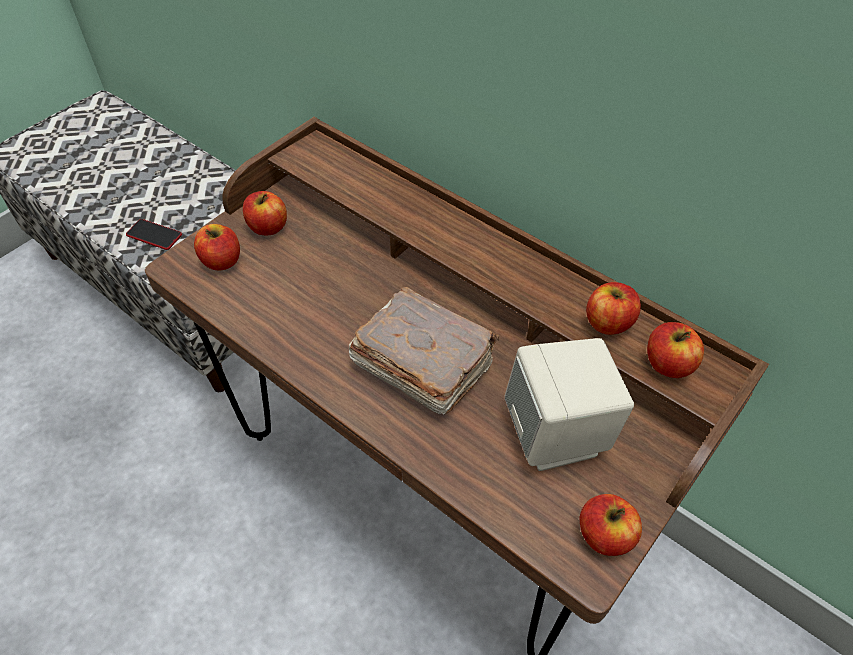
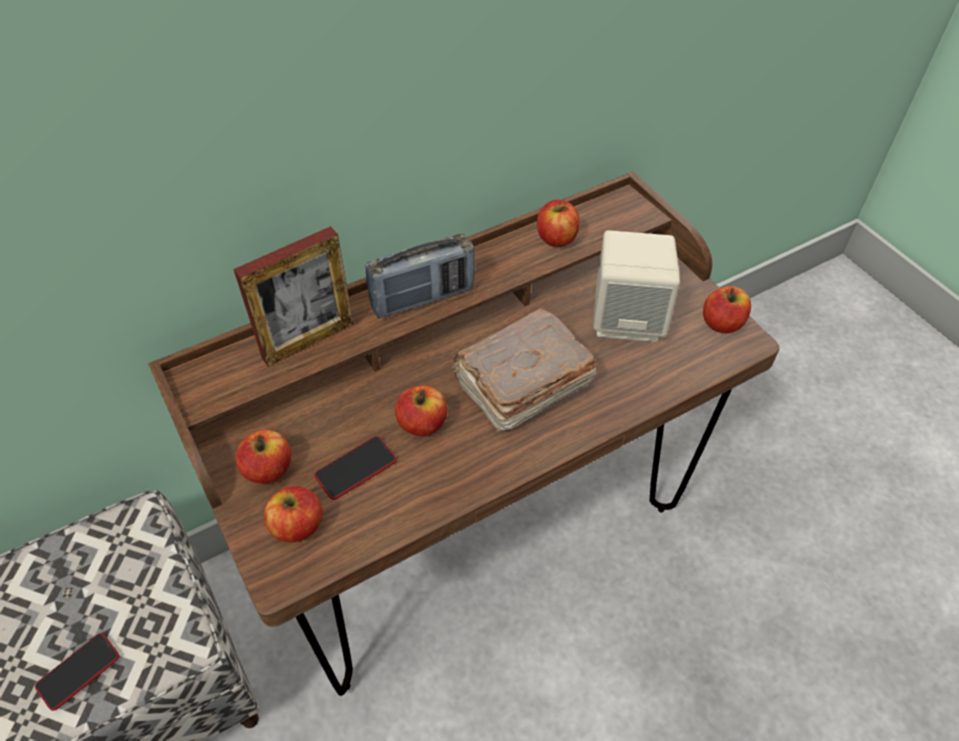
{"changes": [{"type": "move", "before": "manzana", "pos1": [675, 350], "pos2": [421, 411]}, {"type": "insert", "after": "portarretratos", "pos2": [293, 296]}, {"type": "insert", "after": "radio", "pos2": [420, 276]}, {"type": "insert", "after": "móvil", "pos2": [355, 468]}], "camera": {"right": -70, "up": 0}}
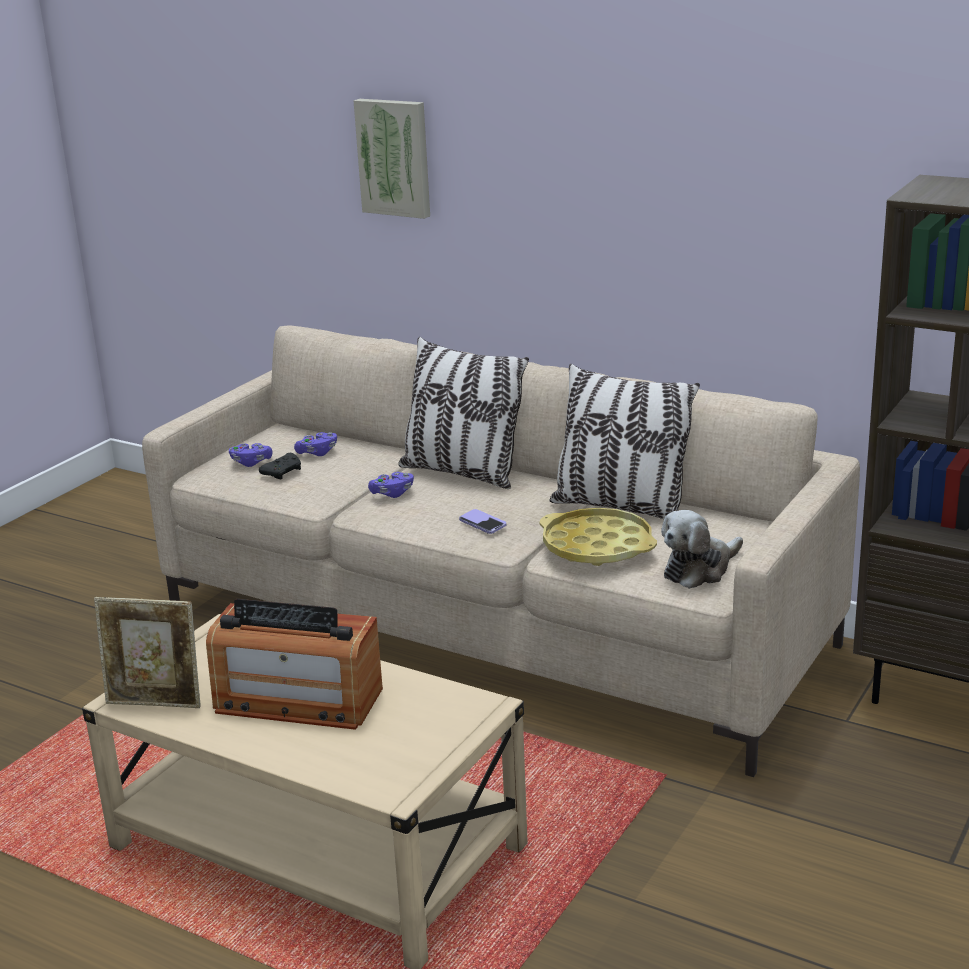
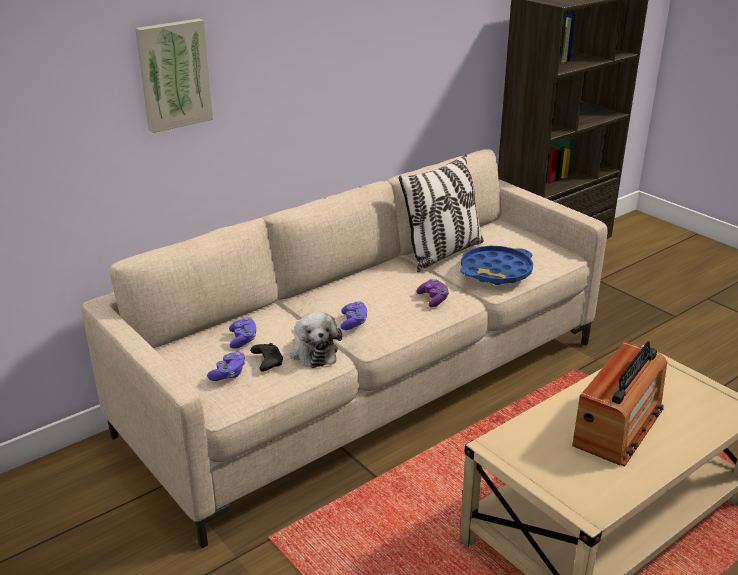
{"changes": [{"type": "delete", "before": "cojín", "pos1": [463, 413]}, {"type": "recolor", "before": "bandeja (amarillo)", "after": "bandeja (azul)", "pos1": [598, 537], "pos2": [496, 265]}, {"type": "replace", "before": "móvil", "after": "mando de consola (morado)", "pos1": [482, 521], "pos2": [433, 293]}, {"type": "move", "before": "peluche", "pos1": [702, 549], "pos2": [316, 340]}, {"type": "delete", "before": "portarretratos", "pos1": [147, 652]}], "camera": {"right": -70, "up": 5}}
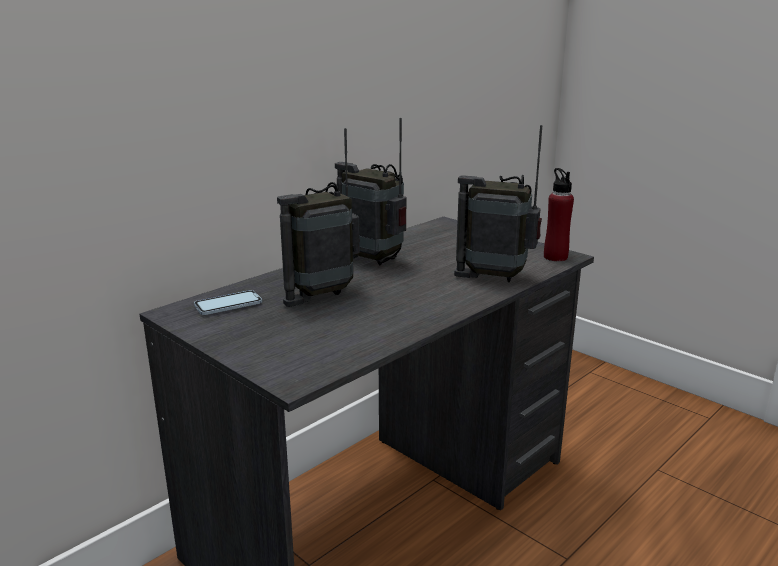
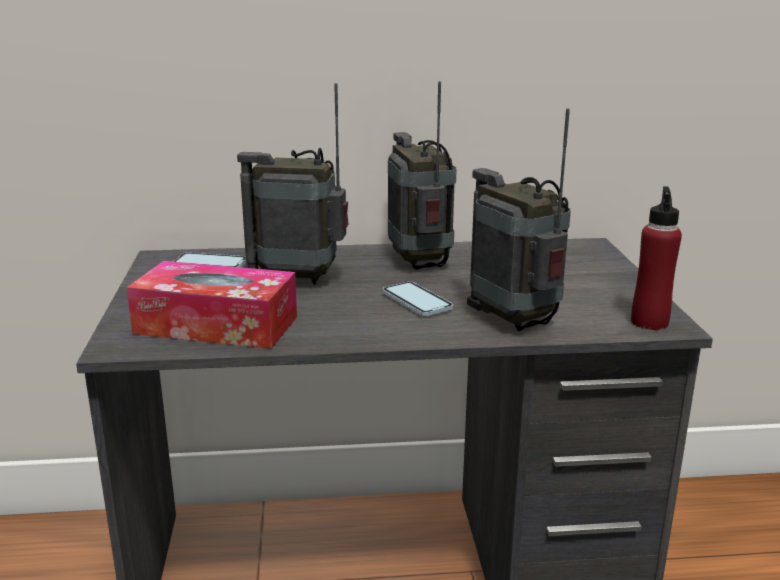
{"changes": [{"type": "insert", "after": "caja de pañuelos", "pos2": [211, 305]}, {"type": "insert", "after": "móvil", "pos2": [417, 298]}], "camera": {"right": 40, "up": 0}}
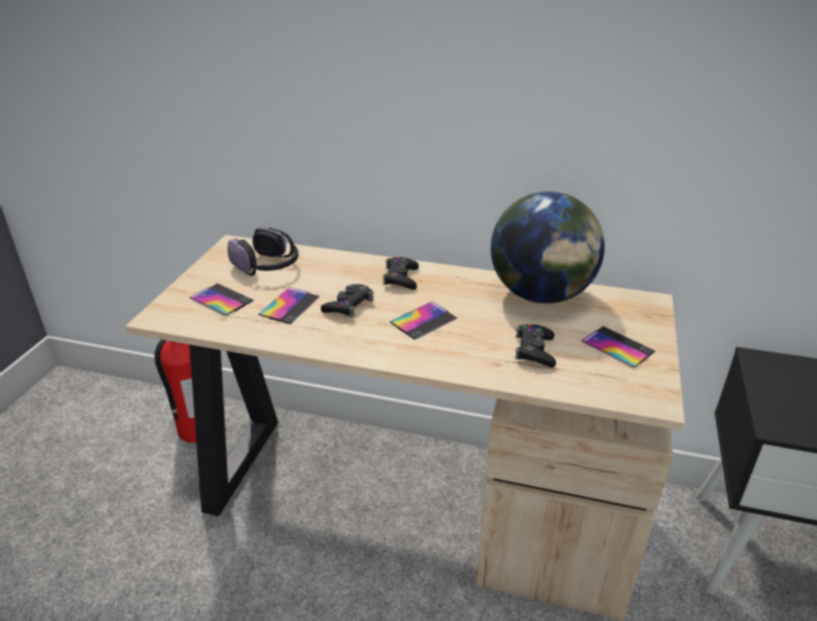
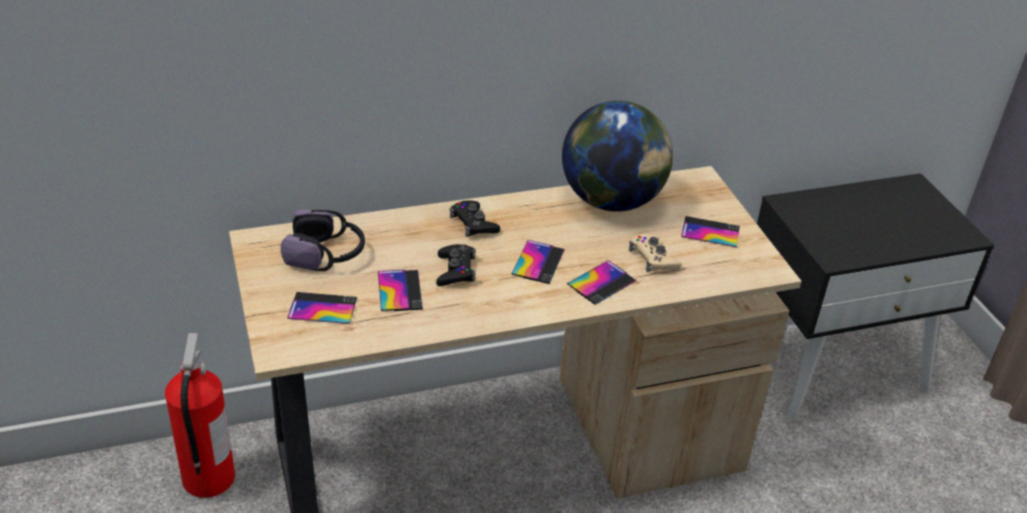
{"changes": [{"type": "recolor", "before": "mando de consola (negro)", "after": "mando de consola (beis)", "pos1": [535, 345], "pos2": [655, 253]}, {"type": "insert", "after": "móvil", "pos2": [601, 282]}], "camera": {"right": -35, "up": 5}}
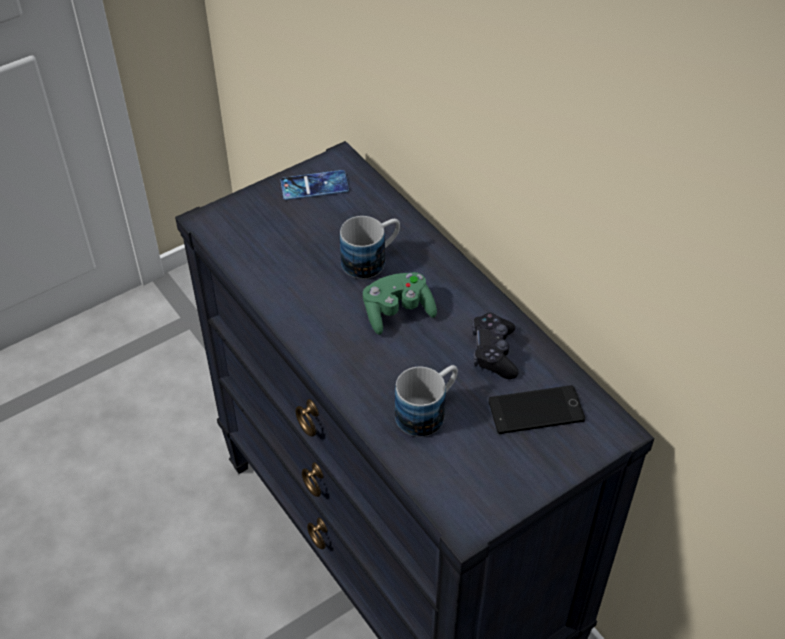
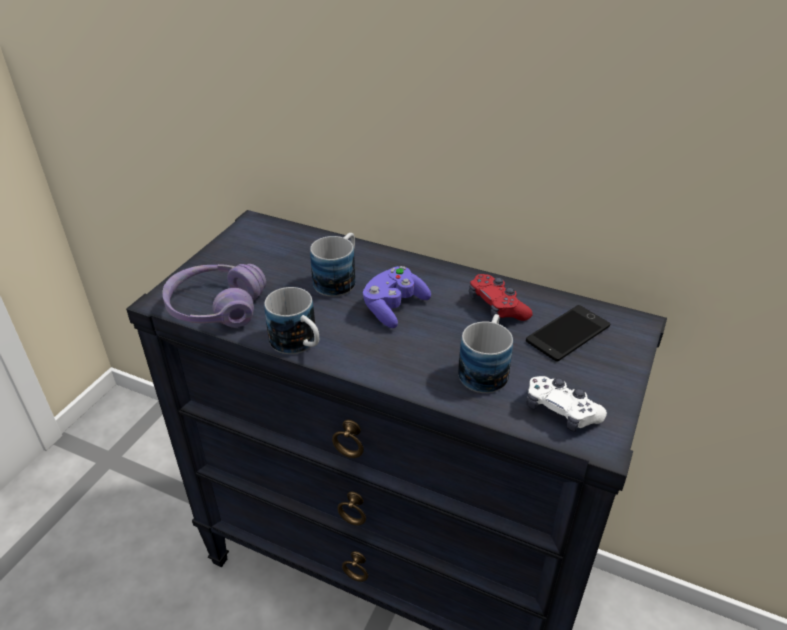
{"changes": [{"type": "delete", "before": "móvil", "pos1": [315, 185]}, {"type": "recolor", "before": "mando de consola (verde)", "after": "mando de consola (morado)", "pos1": [400, 303], "pos2": [397, 297]}, {"type": "recolor", "before": "mando de consola (negro)", "after": "mando de consola (rojo)", "pos1": [495, 346], "pos2": [501, 297]}, {"type": "insert", "after": "auriculares (morado)", "pos2": [214, 296]}, {"type": "insert", "after": "taza grande", "pos2": [291, 320]}, {"type": "insert", "after": "mando de consola (blanco)", "pos2": [567, 404]}], "camera": {"right": -30, "up": -10}}
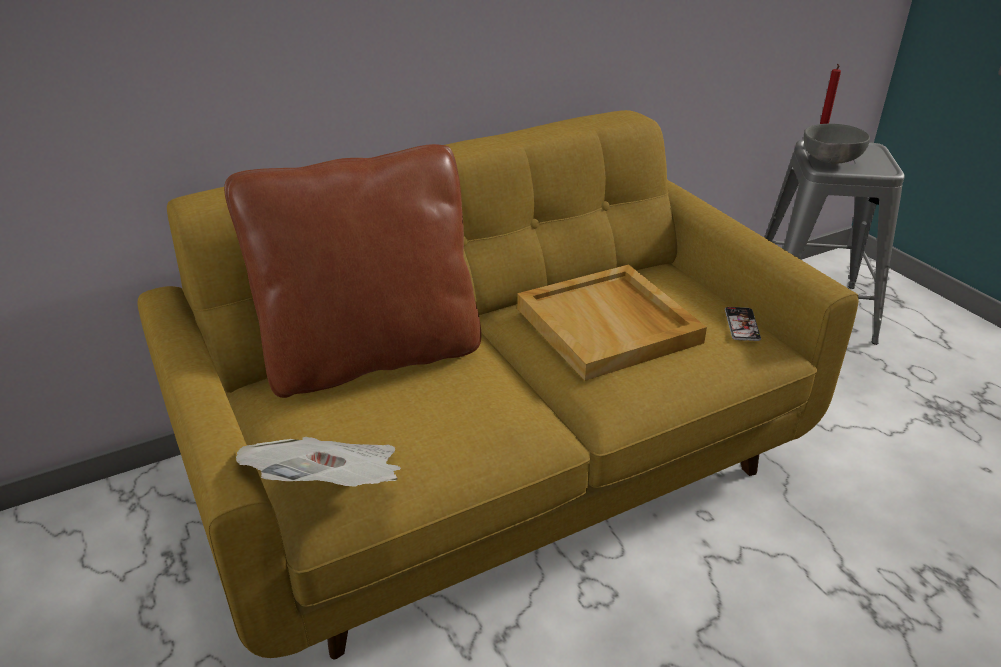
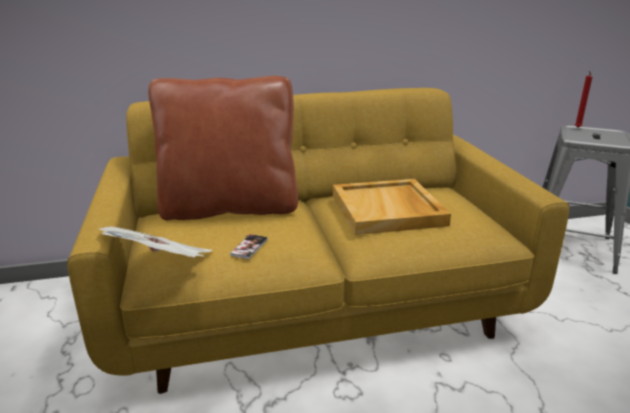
{"changes": [{"type": "delete", "before": "cuenco (gris)", "pos1": [837, 144]}, {"type": "move", "before": "móvil", "pos1": [743, 324], "pos2": [249, 246]}], "camera": {"right": 15, "up": -10}}
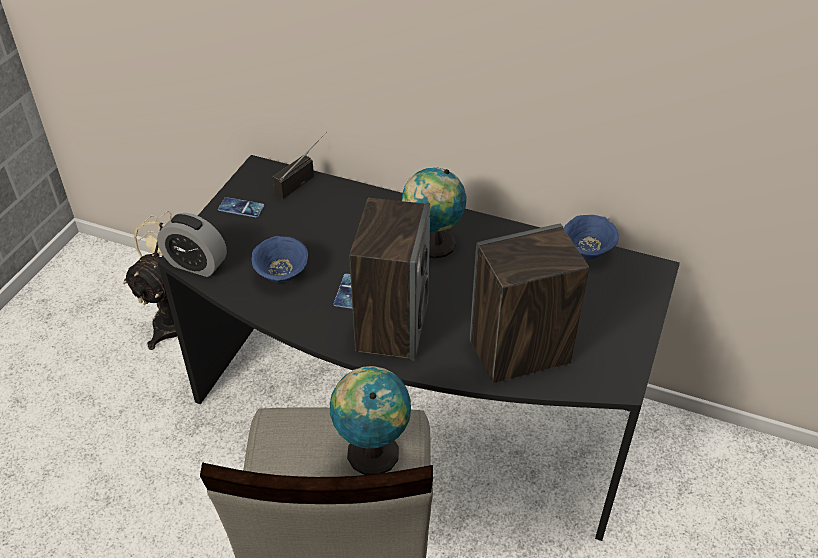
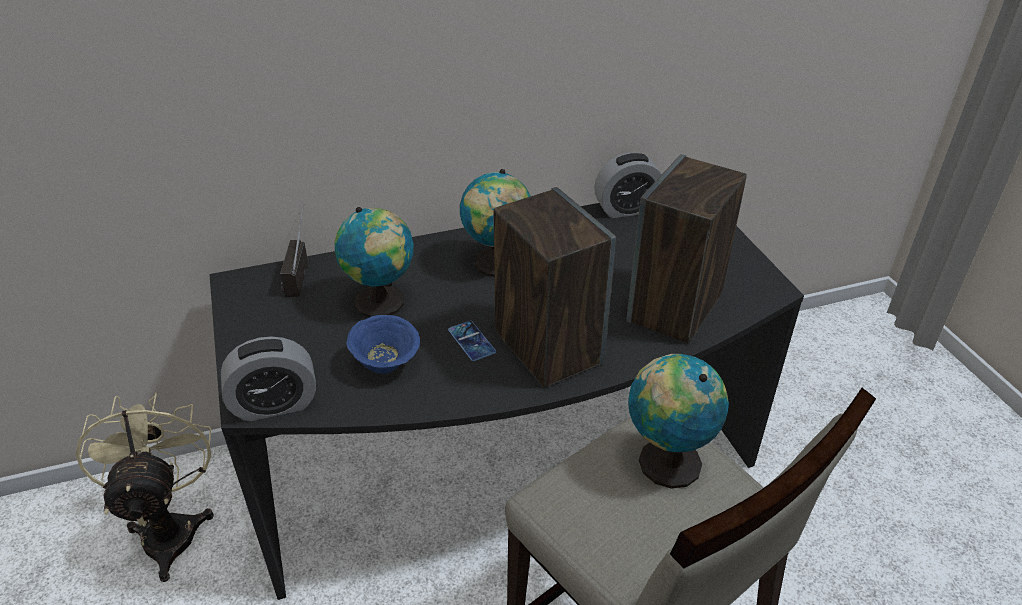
{"changes": [{"type": "delete", "before": "móvil", "pos1": [241, 207]}, {"type": "replace", "before": "cuenco (azul)", "after": "despertador", "pos1": [591, 237], "pos2": [628, 185]}, {"type": "insert", "after": "globo terráqueo", "pos2": [374, 262]}], "camera": {"right": -40, "up": -5}}
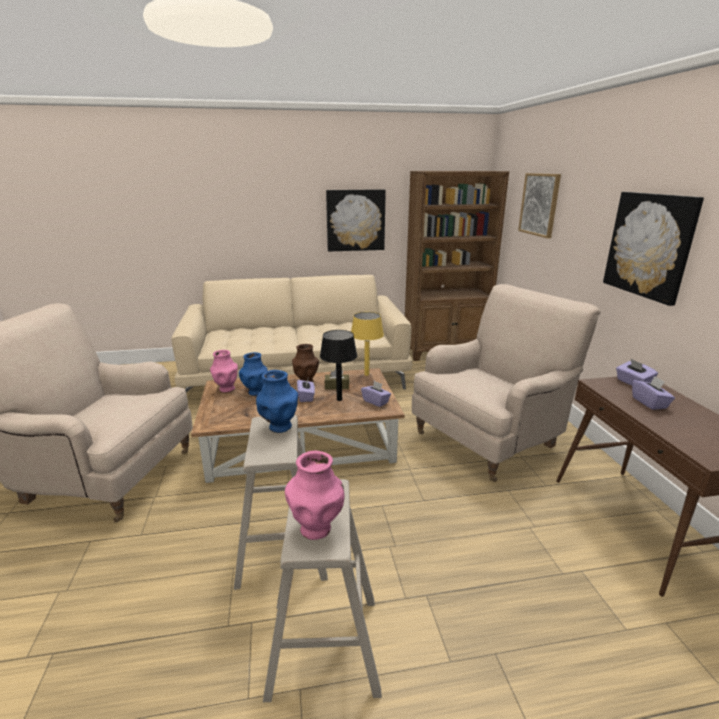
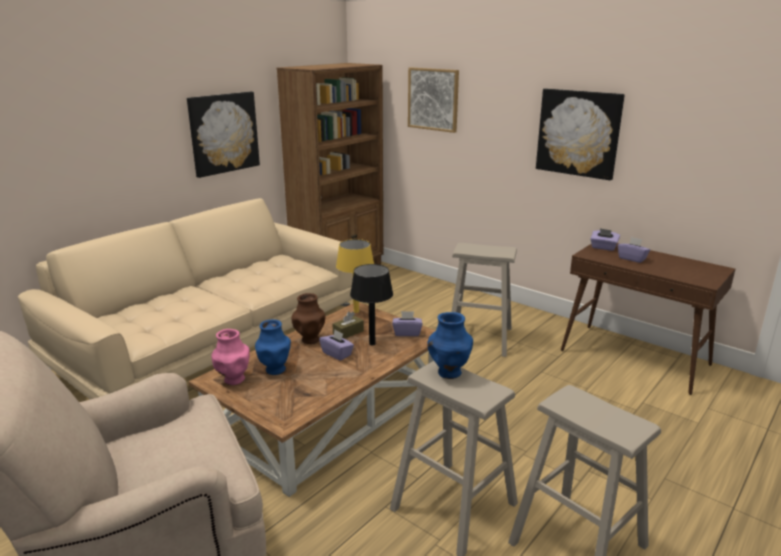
{"changes": [{"type": "replace", "before": "sillón (beis)", "after": "taburete (beis)", "pos1": [506, 383], "pos2": [484, 300]}, {"type": "delete", "before": "florero (rosa)", "pos1": [314, 495]}], "camera": {"right": -40, "up": 0}}
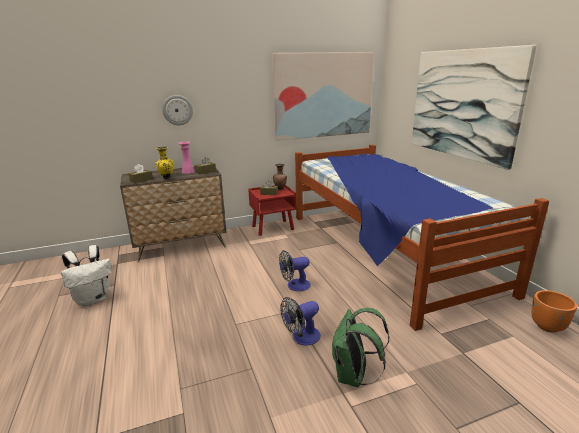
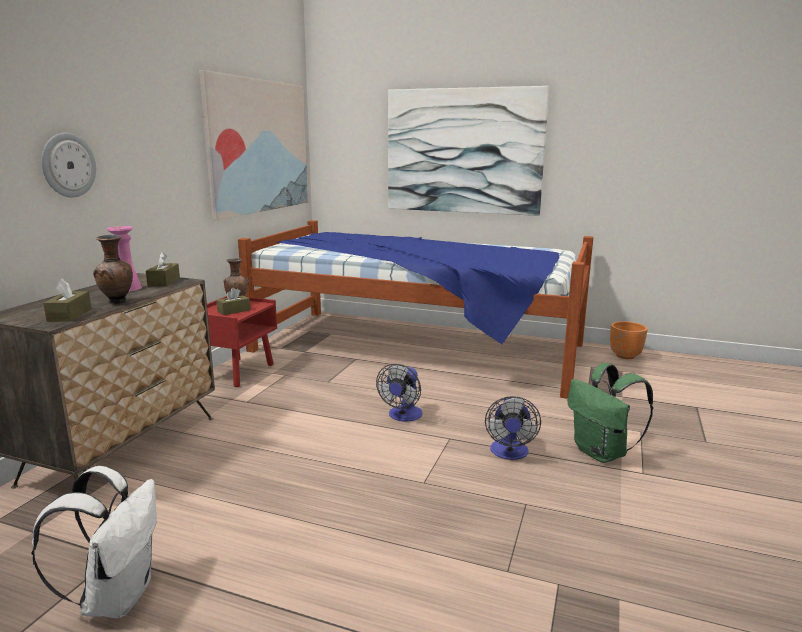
{"changes": [{"type": "recolor", "before": "florero (amarillo)", "after": "florero (marrón)", "pos1": [164, 162], "pos2": [113, 269]}], "camera": {"right": -50, "up": -5}}
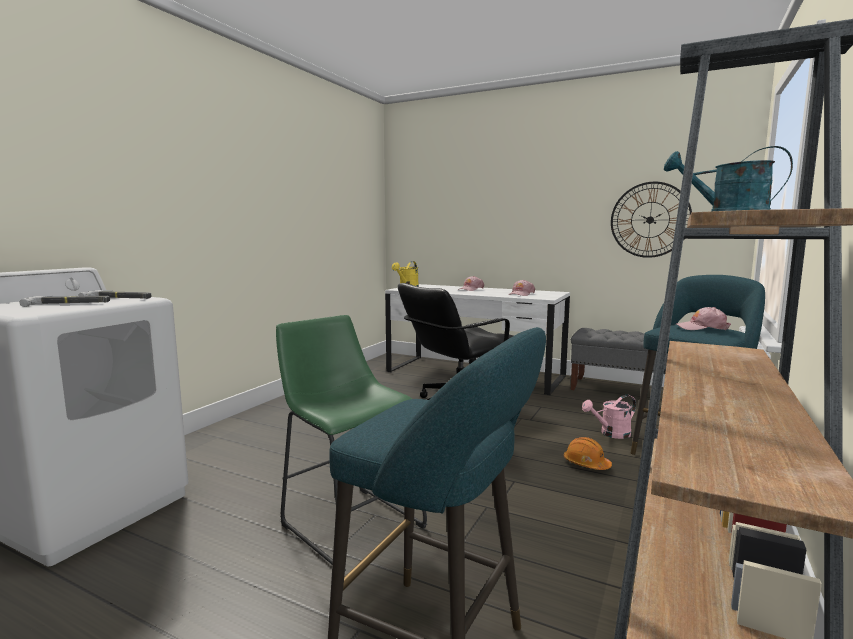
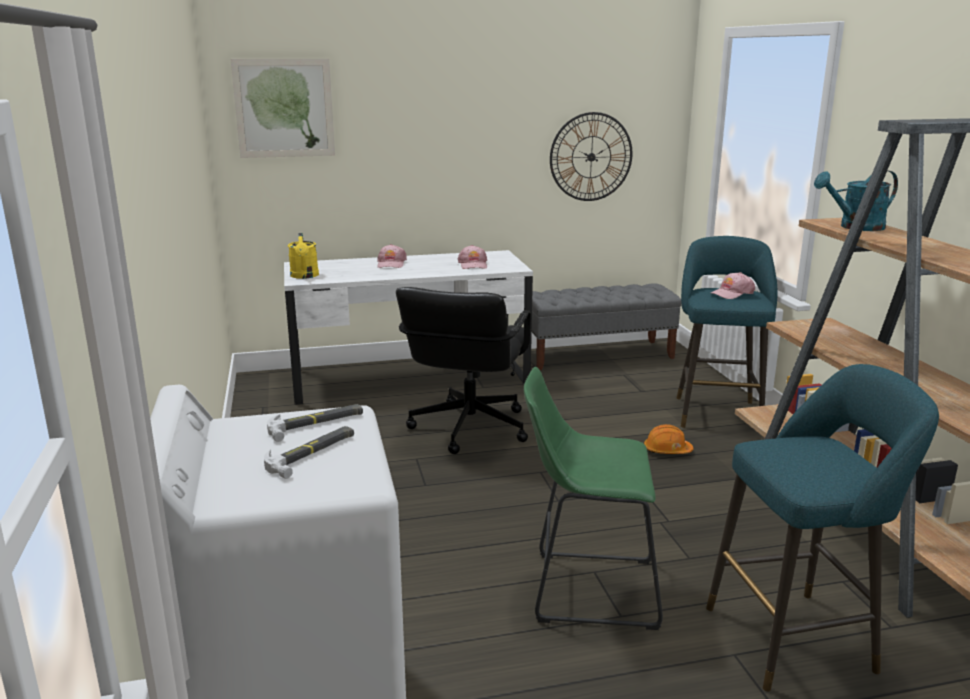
{"changes": [{"type": "delete", "before": "regadera (rosa)", "pos1": [609, 417]}, {"type": "insert", "after": "cuadro", "pos2": [283, 108]}], "camera": {"right": -40, "up": 10}}
